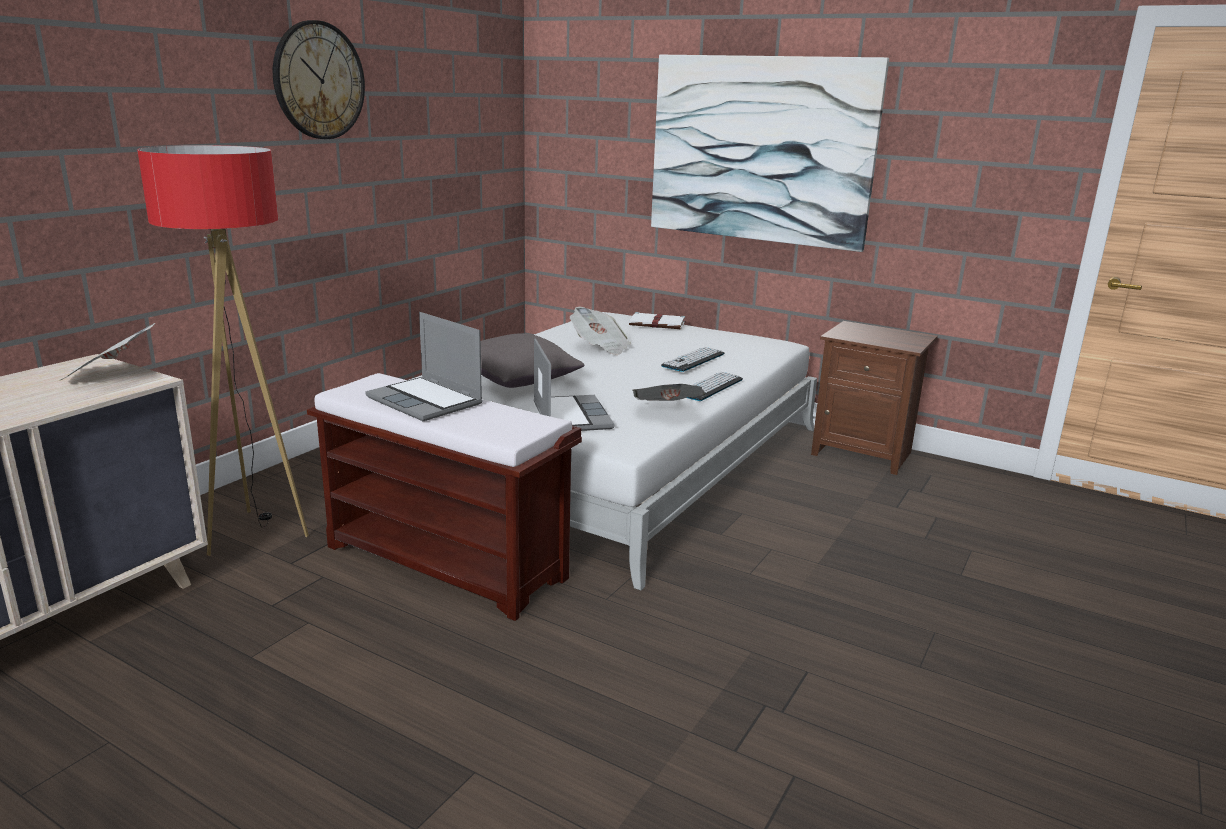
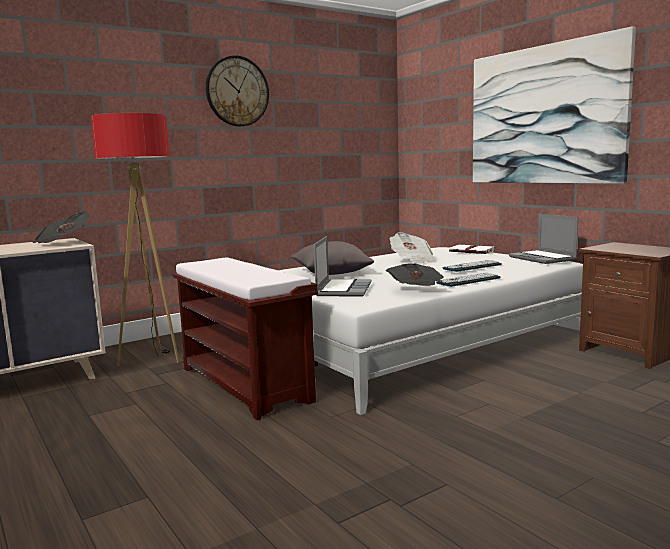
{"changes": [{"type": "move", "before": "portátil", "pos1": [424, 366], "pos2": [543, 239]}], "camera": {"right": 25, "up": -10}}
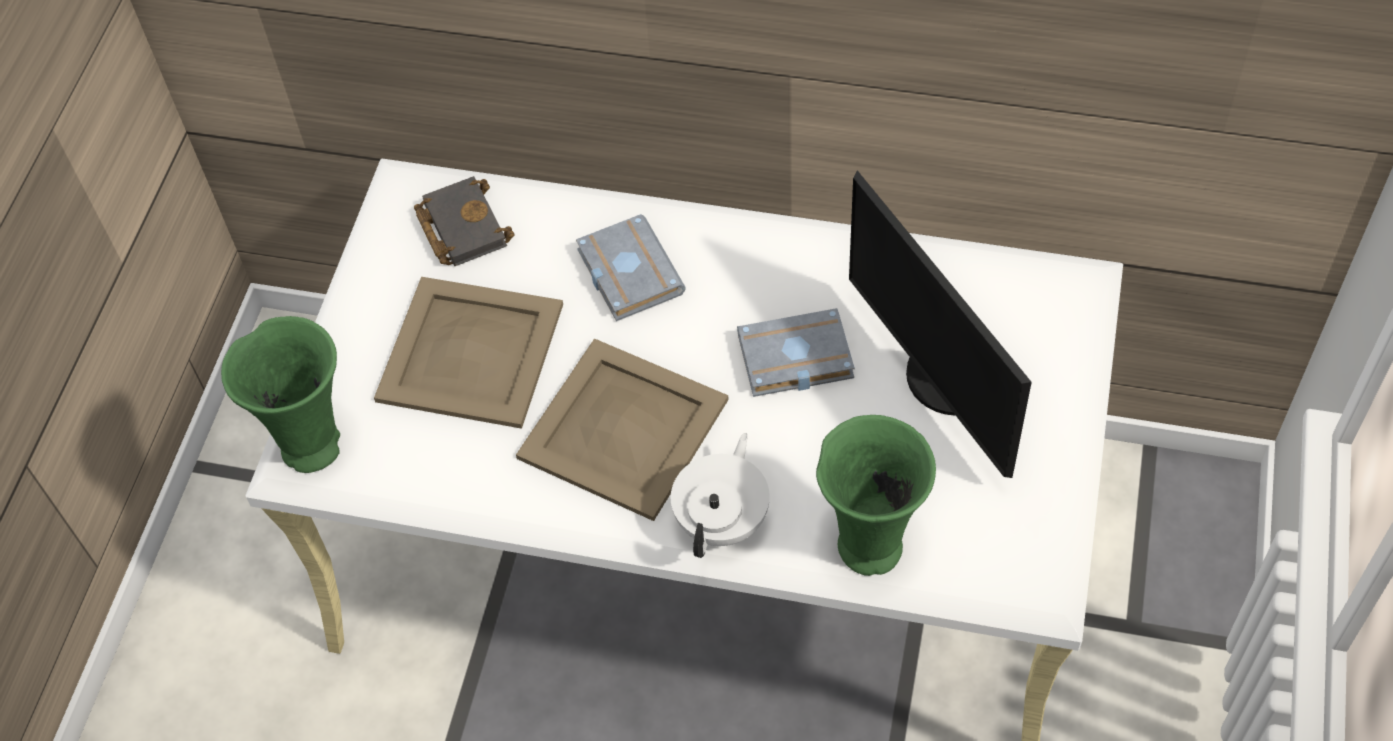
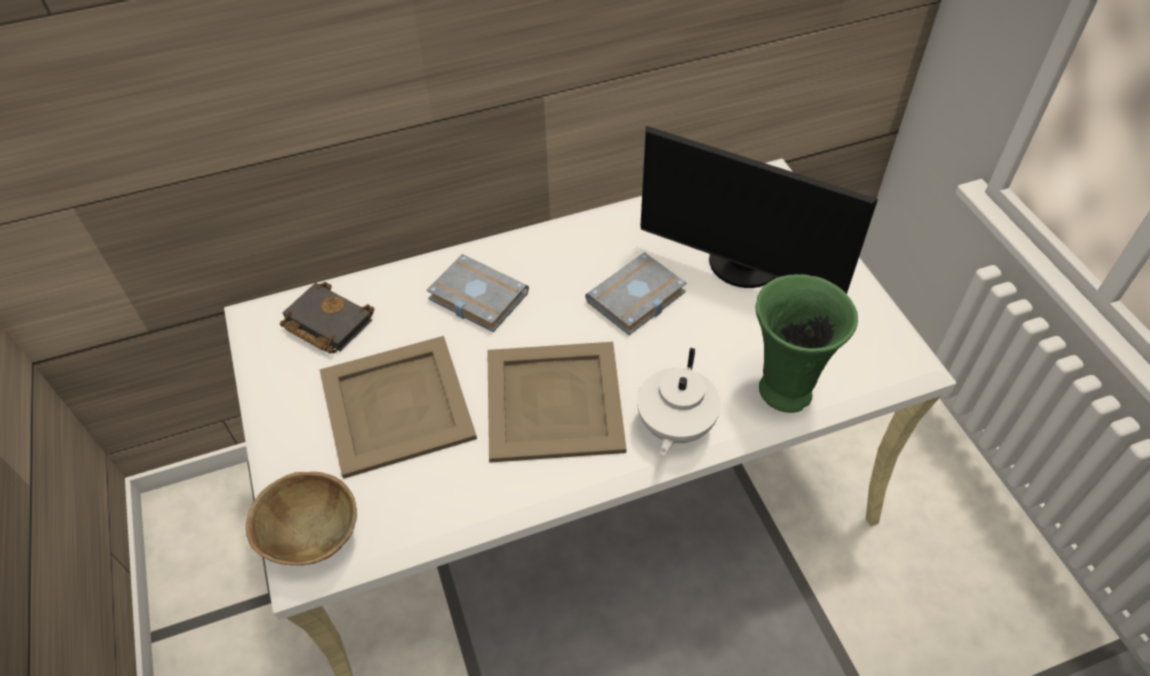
{"changes": [{"type": "replace", "before": "florero (verde)", "after": "cuenco (marrón)", "pos1": [280, 394], "pos2": [301, 518]}, {"type": "rotate", "before": "tetera (blanco)", "pos1": [720, 495], "pos2": [679, 401], "turn": -150}], "camera": {"right": -35, "up": -5}}
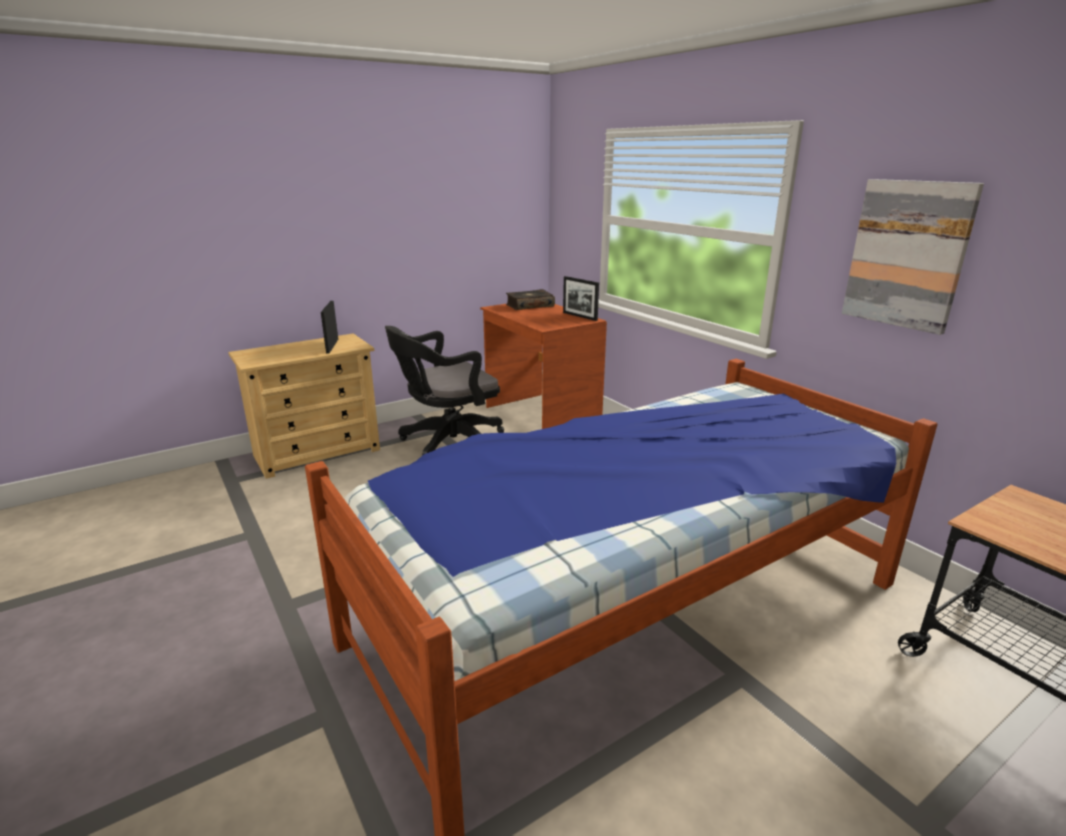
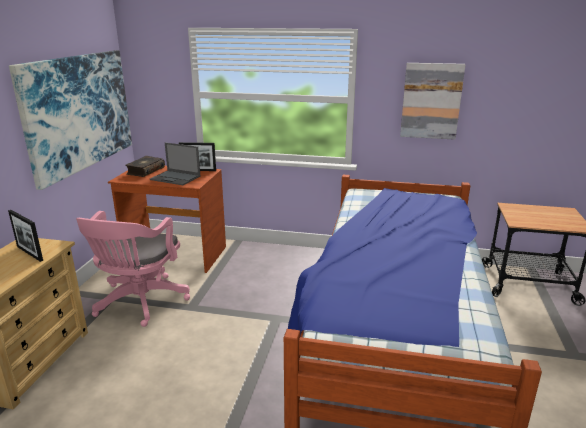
{"changes": [{"type": "recolor", "before": "silla de oficina (negro)", "after": "silla de oficina (rosa)", "pos1": [444, 391], "pos2": [133, 269]}, {"type": "insert", "after": "cuadro", "pos2": [70, 120]}, {"type": "insert", "after": "portátil", "pos2": [175, 163]}], "camera": {"right": -45, "up": 0}}
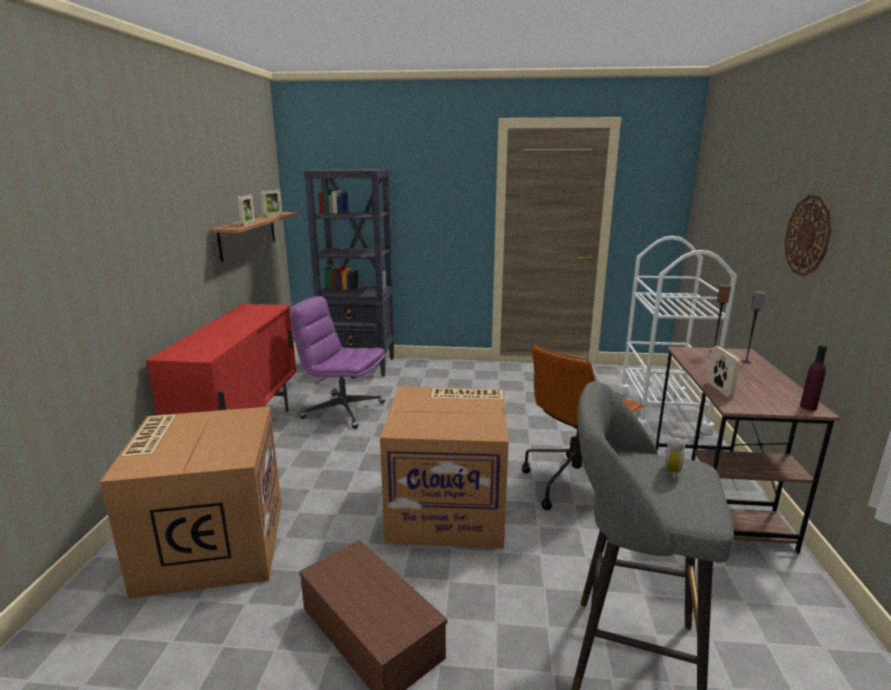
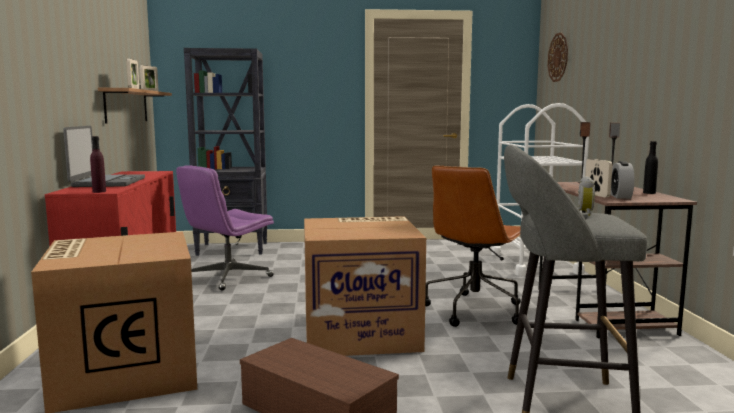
{"changes": [{"type": "move", "before": "reloj de pared", "pos1": [808, 235], "pos2": [558, 57]}, {"type": "rotate", "before": "silla de oficina (morado)", "pos1": [337, 362], "pos2": [225, 228], "turn": -60}, {"type": "move", "before": "botella (morado)", "pos1": [813, 378], "pos2": [98, 164]}, {"type": "insert", "after": "portátil", "pos2": [104, 156]}, {"type": "insert", "after": "botella (negro)", "pos2": [650, 167]}, {"type": "insert", "after": "despertador", "pos2": [622, 180]}], "camera": {"right": -10, "up": -10}}
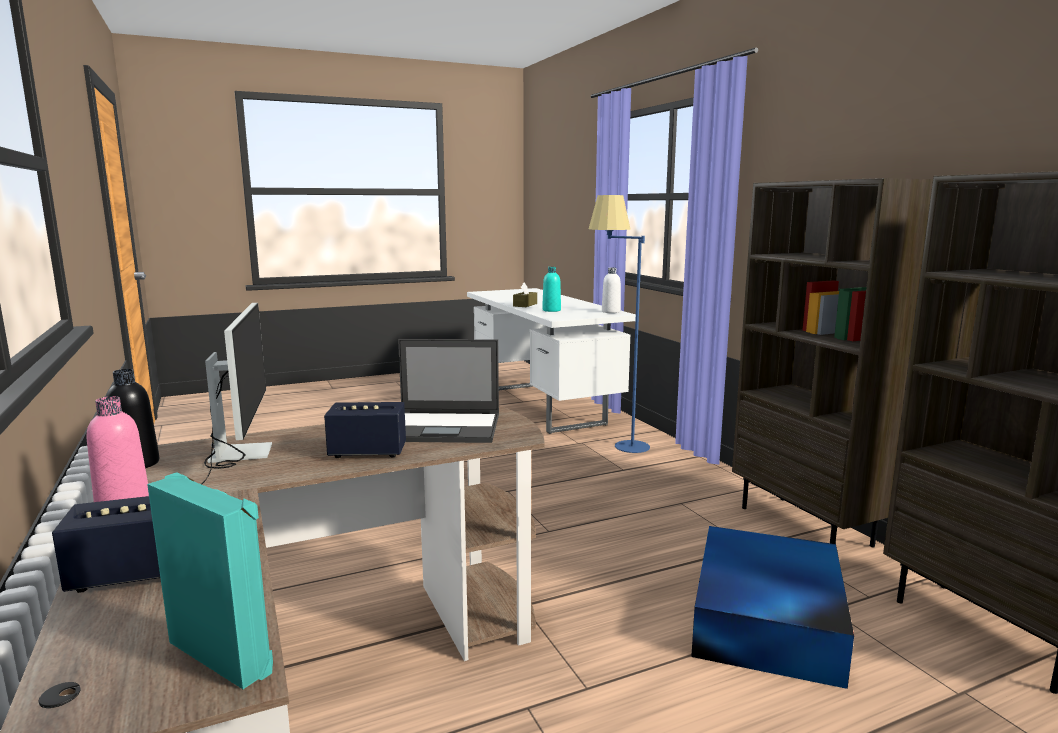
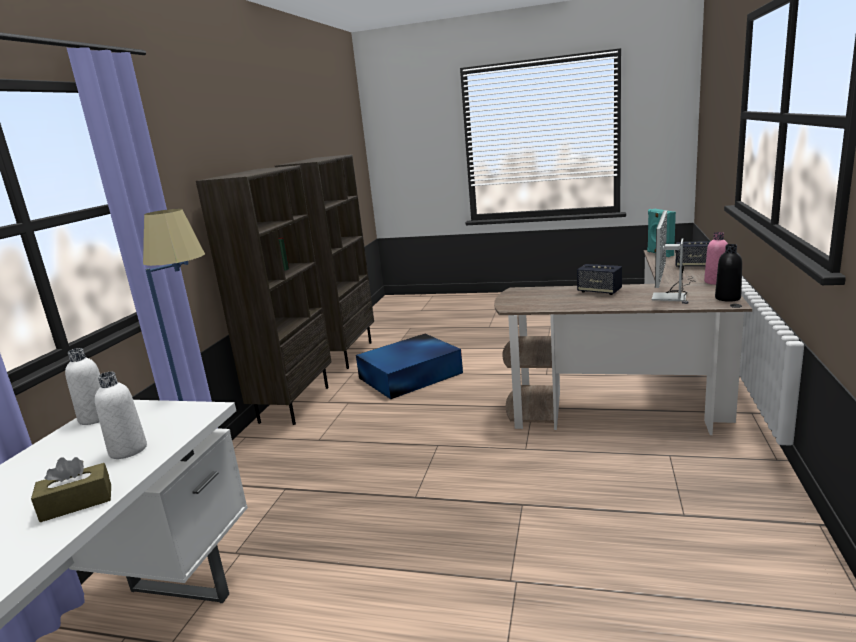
{"changes": [{"type": "recolor", "before": "botella (turquesa)", "after": "botella (blanco)", "pos1": [551, 289], "pos2": [121, 415]}, {"type": "delete", "before": "portátil", "pos1": [448, 391]}], "camera": {"right": -140, "up": 5}}
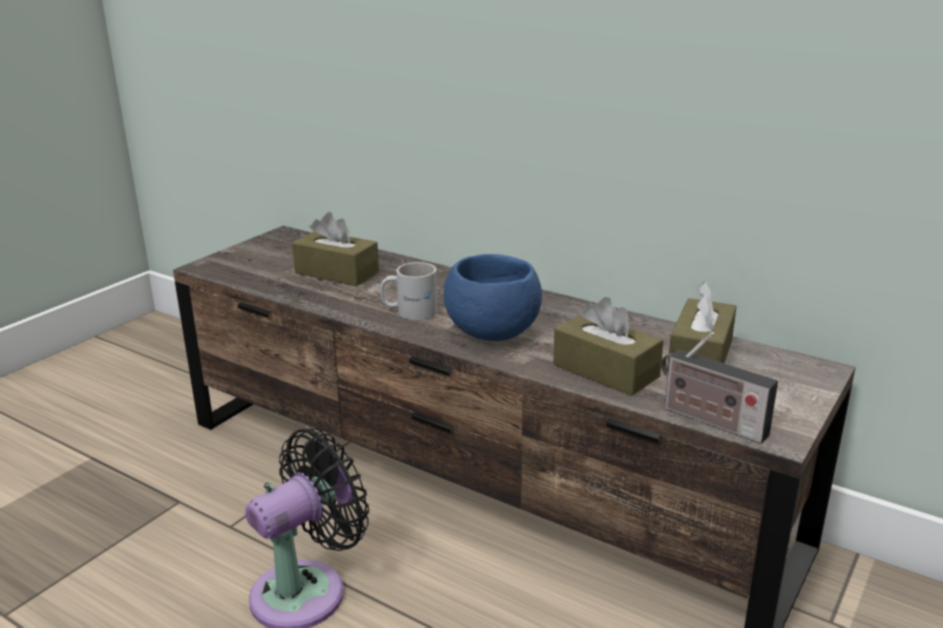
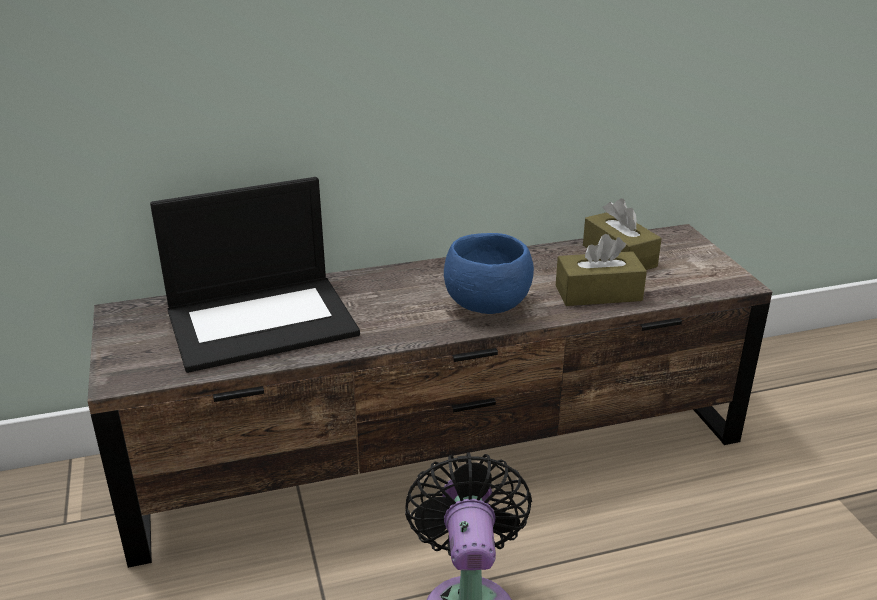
{"changes": [{"type": "replace", "before": "caja de pañuelos (marrón)", "after": "portátil", "pos1": [335, 249], "pos2": [255, 275]}, {"type": "delete", "before": "taza grande (blanco)", "pos1": [408, 291]}, {"type": "delete", "before": "radio", "pos1": [719, 388]}], "camera": {"right": -50, "up": 5}}
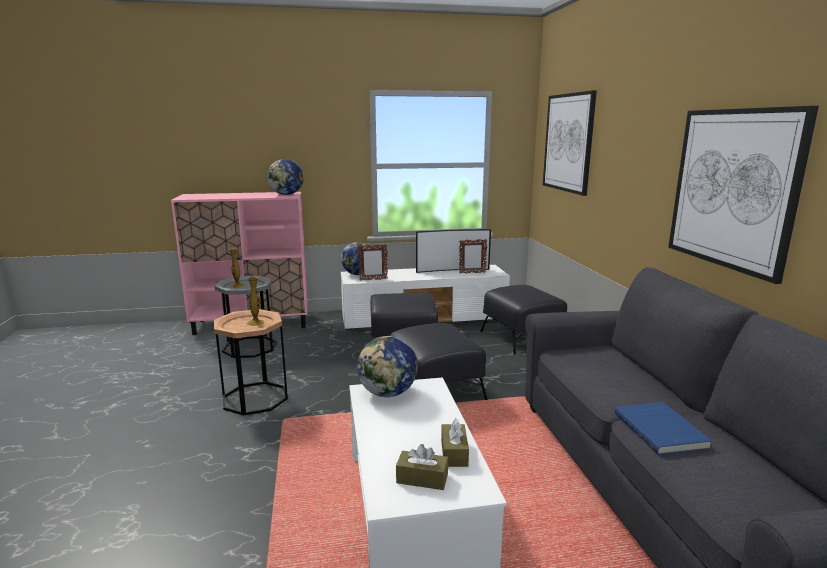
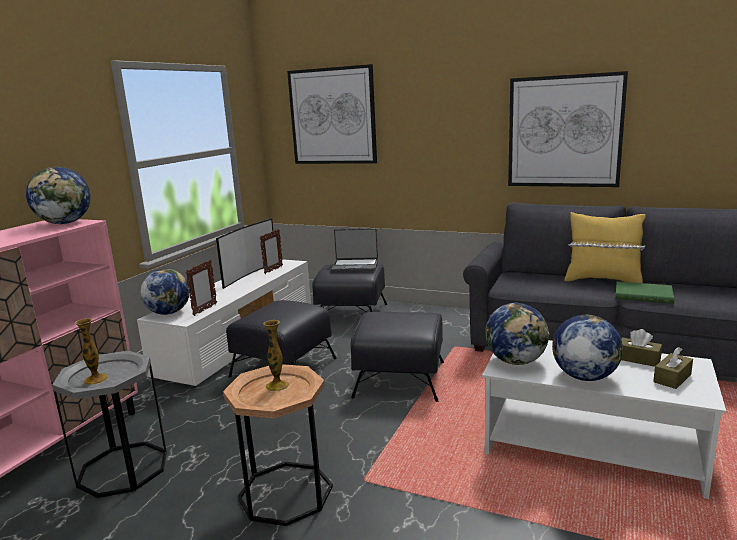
{"changes": [{"type": "recolor", "before": "libro (azul)", "after": "libro (verde)", "pos1": [663, 428], "pos2": [644, 292]}, {"type": "insert", "after": "cojín (amarillo)", "pos2": [605, 247]}, {"type": "insert", "after": "portátil", "pos2": [354, 250]}, {"type": "insert", "after": "globo terráqueo", "pos2": [587, 348]}], "camera": {"right": -55, "up": 0}}
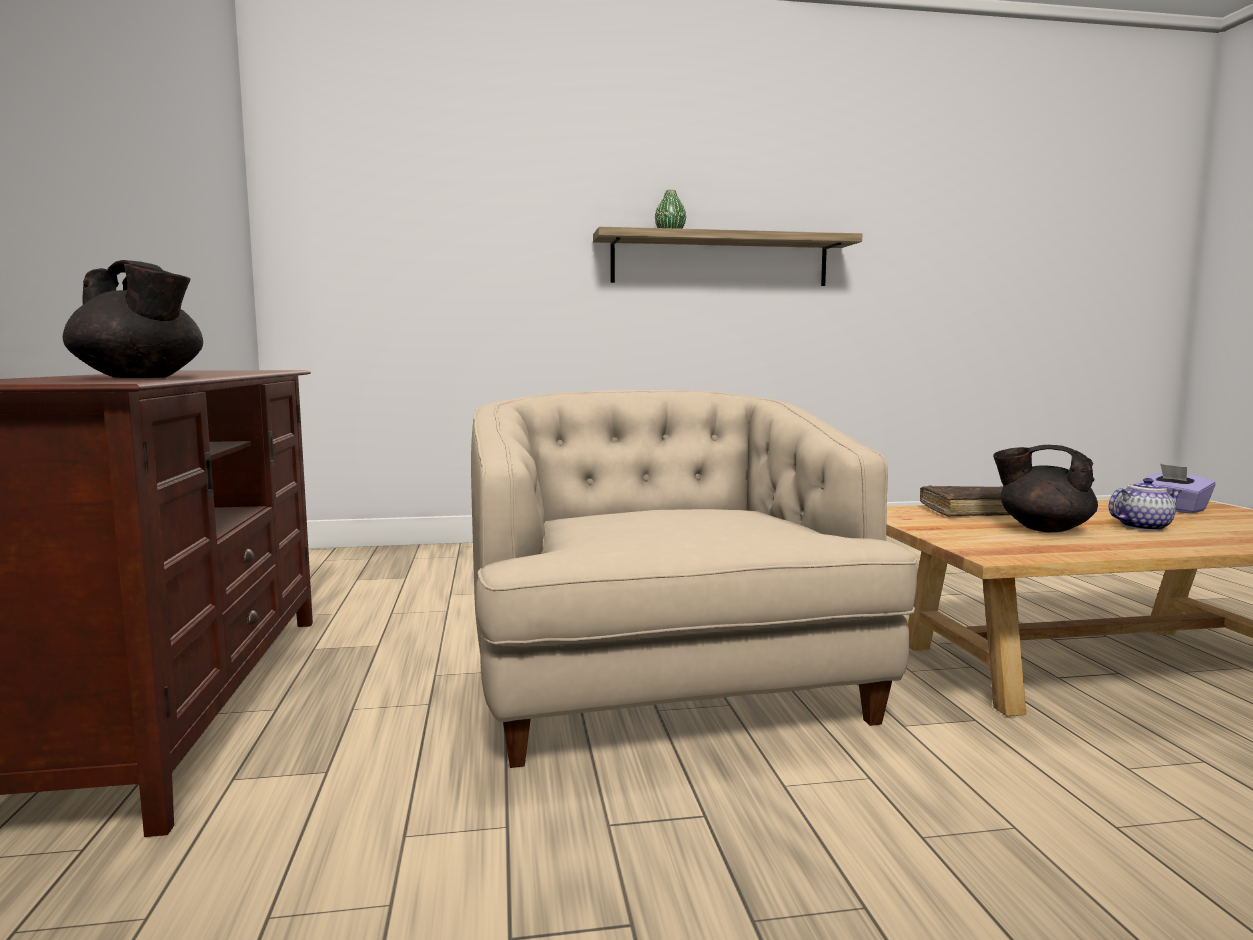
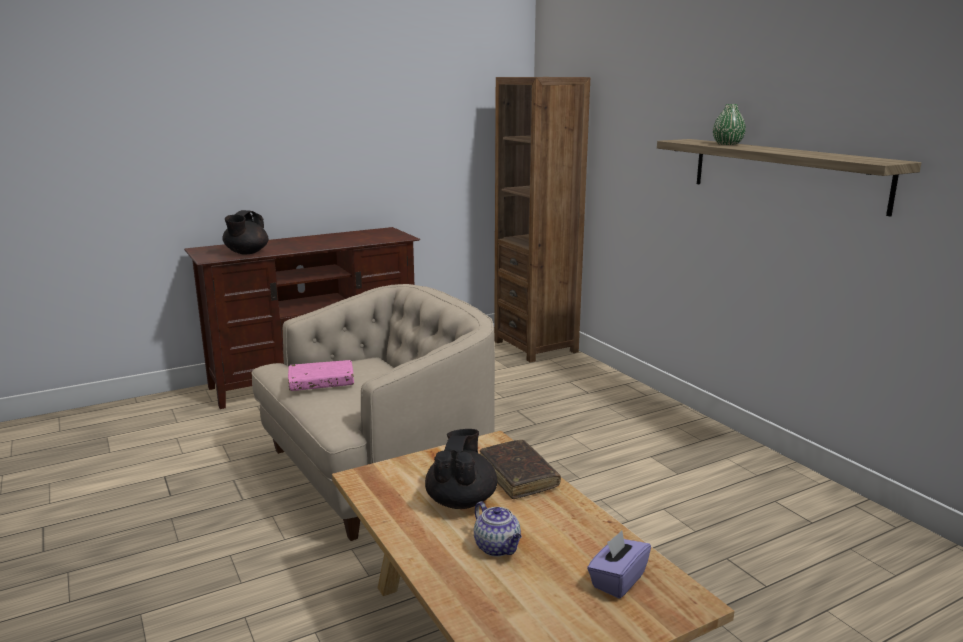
{"changes": [{"type": "insert", "after": "estantería (marrón)", "pos2": [542, 219]}, {"type": "insert", "after": "libro (rosa)", "pos2": [321, 375]}], "camera": {"right": 70, "up": 10}}
